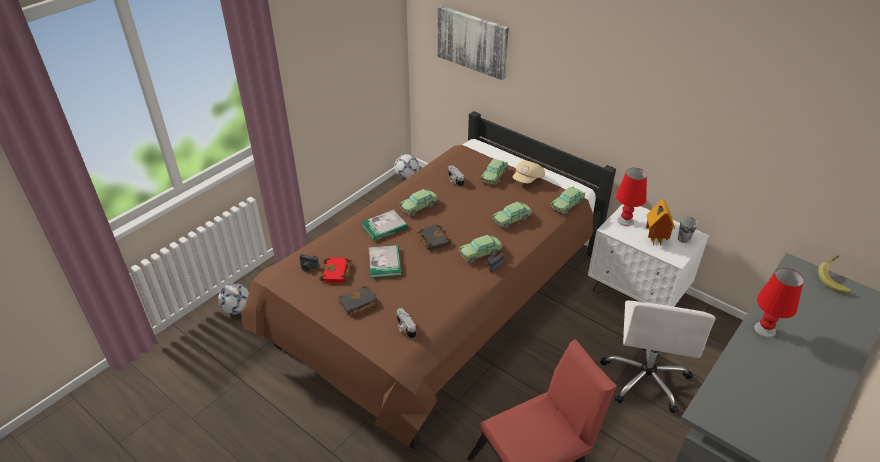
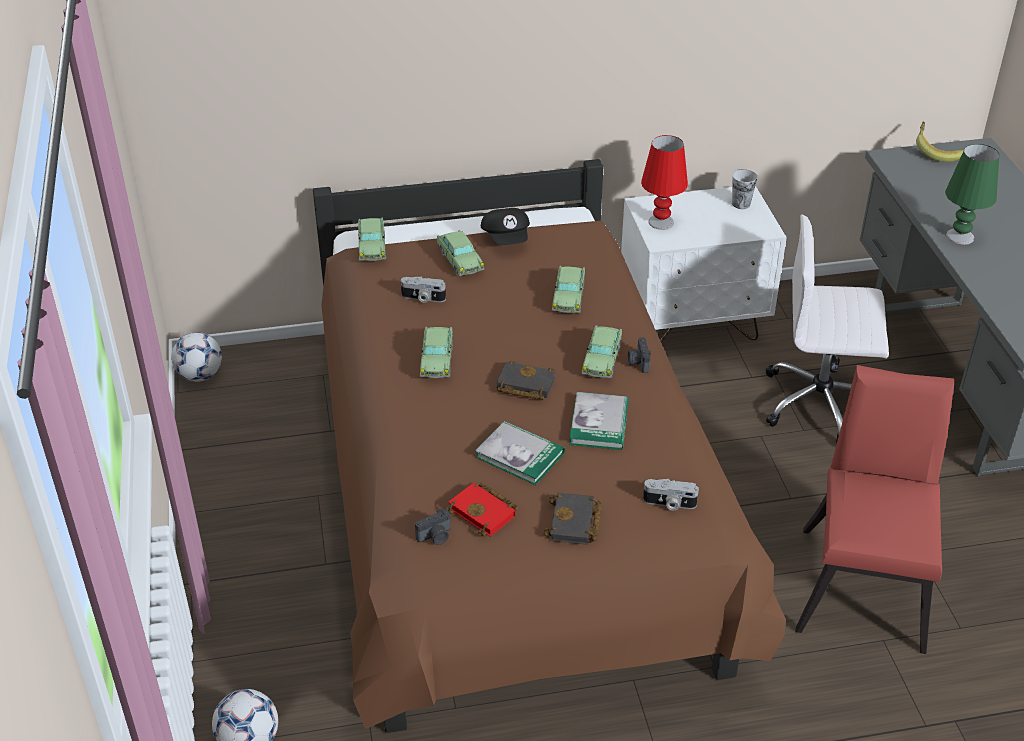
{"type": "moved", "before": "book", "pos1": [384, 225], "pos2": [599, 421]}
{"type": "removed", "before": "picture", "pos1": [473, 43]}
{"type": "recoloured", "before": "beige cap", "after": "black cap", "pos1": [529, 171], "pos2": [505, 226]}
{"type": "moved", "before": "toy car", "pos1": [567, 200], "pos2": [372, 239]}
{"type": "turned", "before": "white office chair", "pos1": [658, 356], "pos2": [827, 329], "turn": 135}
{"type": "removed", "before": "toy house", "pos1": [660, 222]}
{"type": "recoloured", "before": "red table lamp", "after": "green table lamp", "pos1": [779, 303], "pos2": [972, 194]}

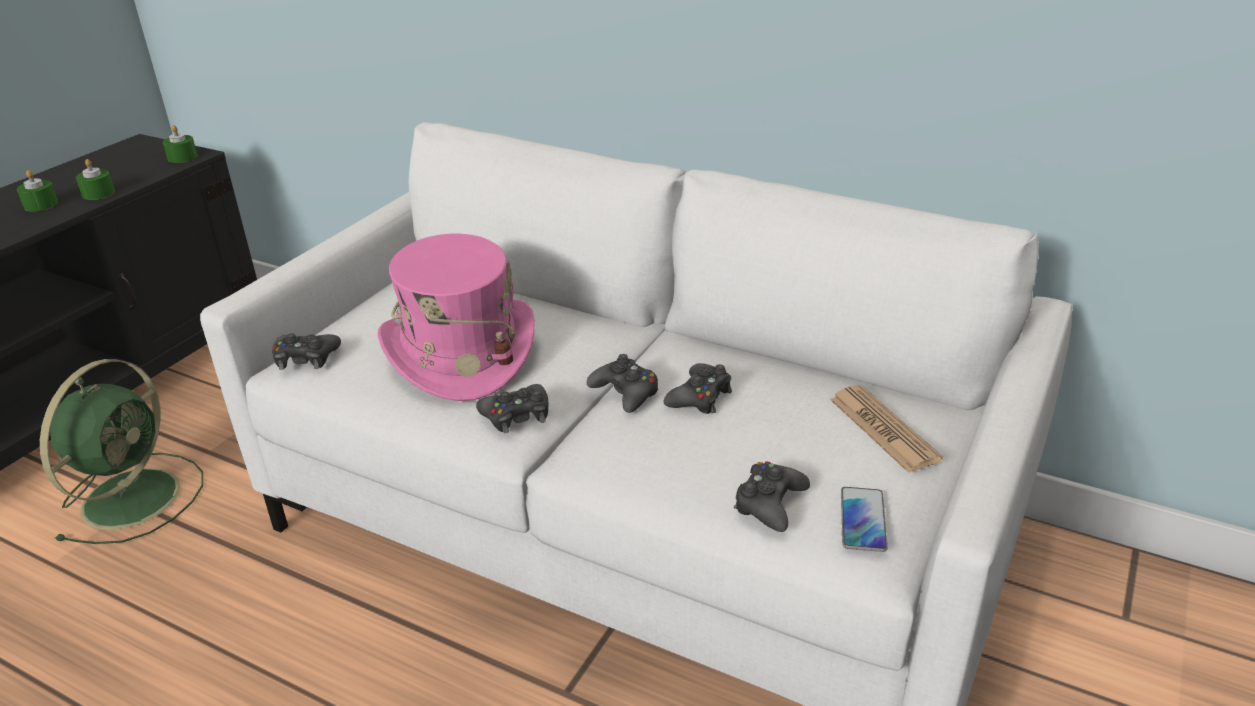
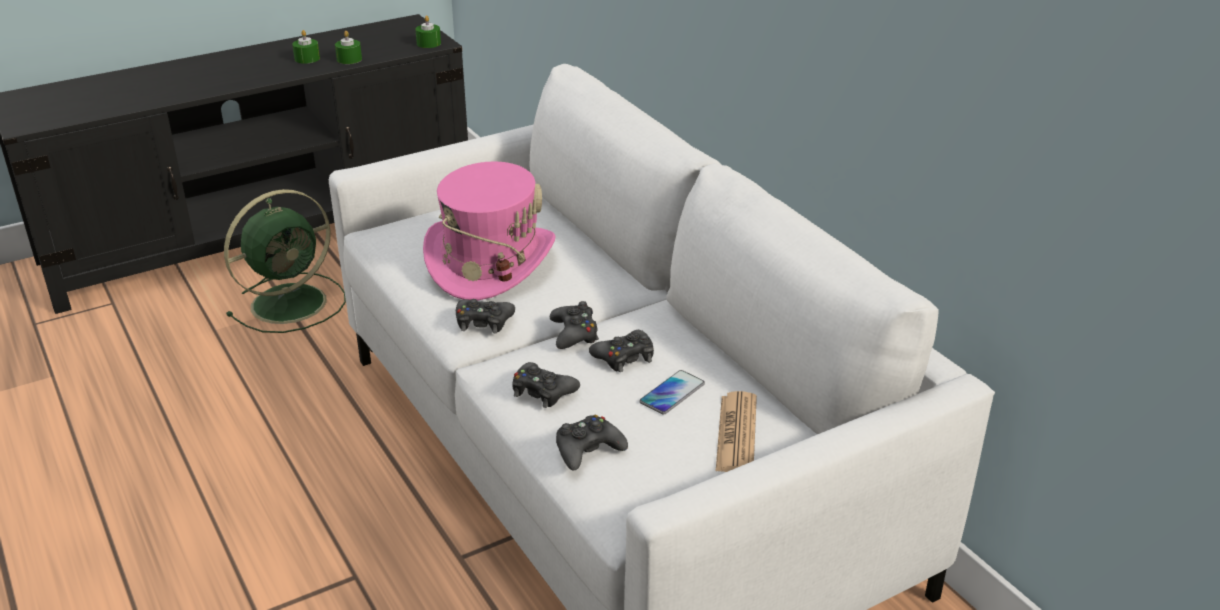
{"type": "moved", "before": "black game controller", "pos1": [306, 351], "pos2": [546, 385]}
{"type": "moved", "before": "phone", "pos1": [864, 519], "pos2": [672, 392]}

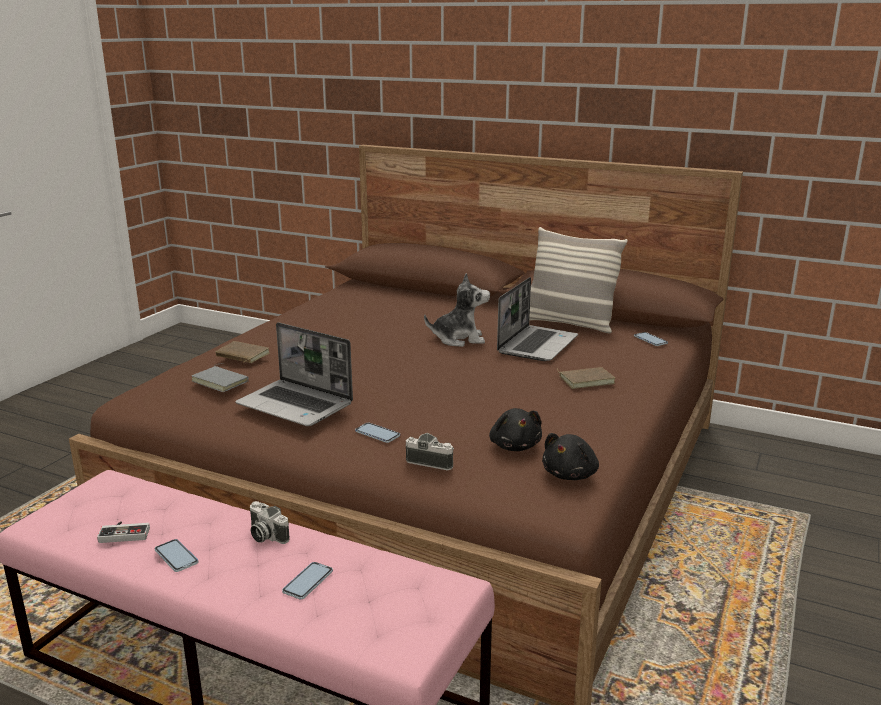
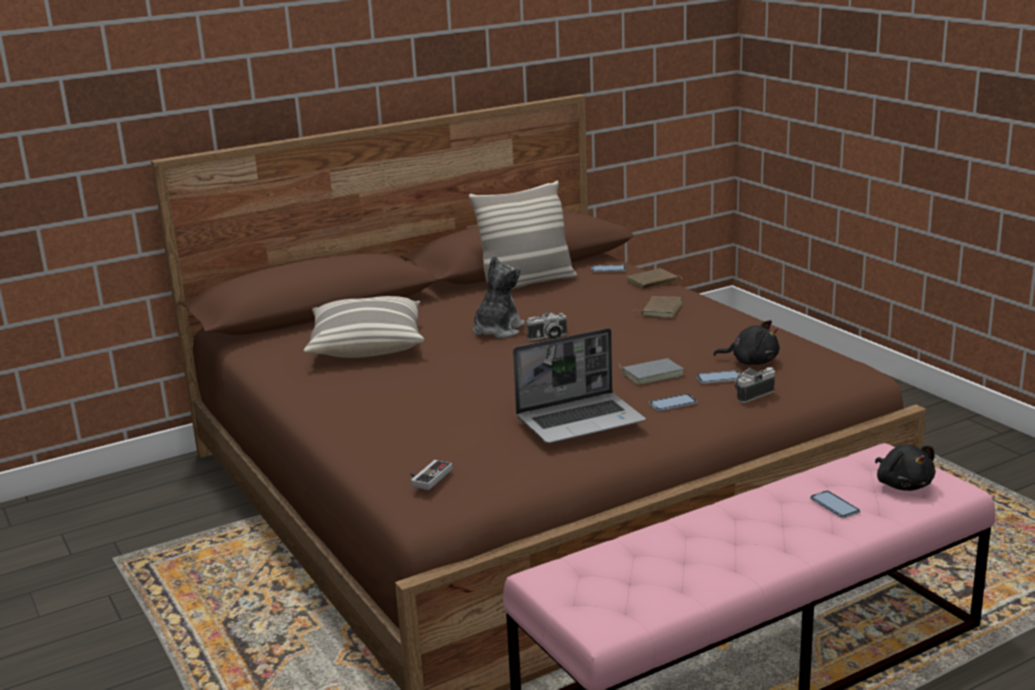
{"type": "moved", "before": "game controller", "pos1": [123, 532], "pos2": [431, 475]}
{"type": "moved", "before": "phone", "pos1": [176, 555], "pos2": [718, 377]}
{"type": "moved", "before": "grey book", "pos1": [220, 377], "pos2": [651, 371]}
{"type": "moved", "before": "brown book", "pos1": [242, 352], "pos2": [655, 278]}
{"type": "moved", "before": "photo camera", "pos1": [270, 522], "pos2": [546, 326]}
{"type": "removed", "before": "laptop", "pos1": [537, 319]}
{"type": "moved", "before": "black plush toy", "pos1": [570, 456], "pos2": [905, 468]}
{"type": "added", "after": "pillow", "pos2": [364, 327]}

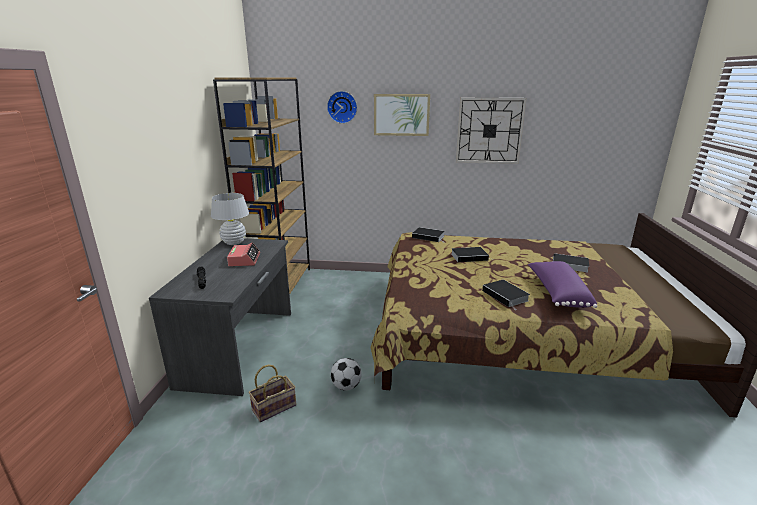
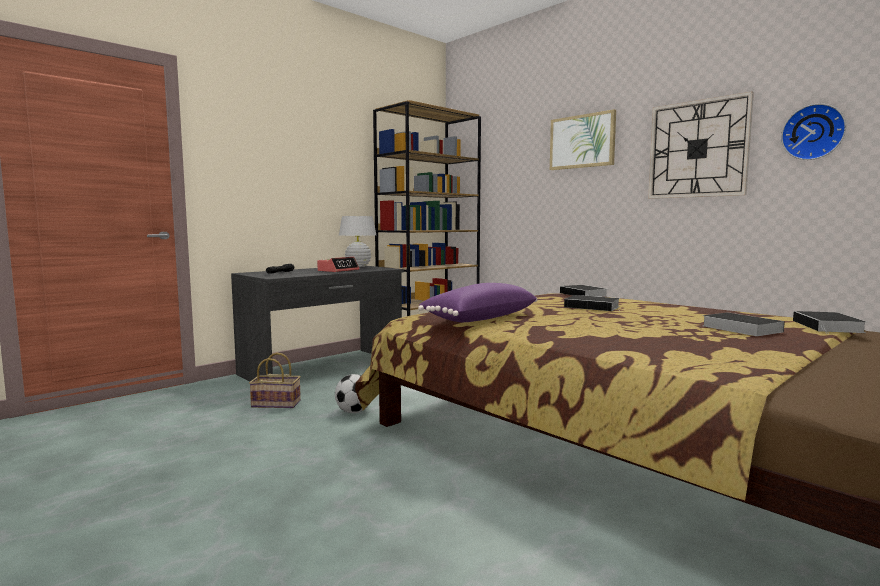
{"type": "moved", "before": "wall clock", "pos1": [342, 107], "pos2": [813, 132]}
{"type": "moved", "before": "book", "pos1": [506, 294], "pos2": [829, 322]}
{"type": "moved", "before": "purple pillow", "pos1": [562, 284], "pos2": [477, 302]}

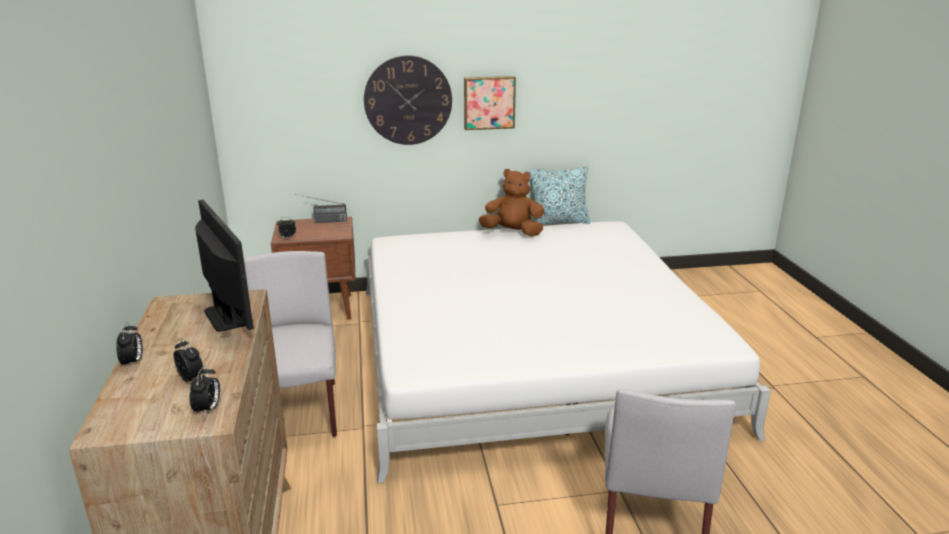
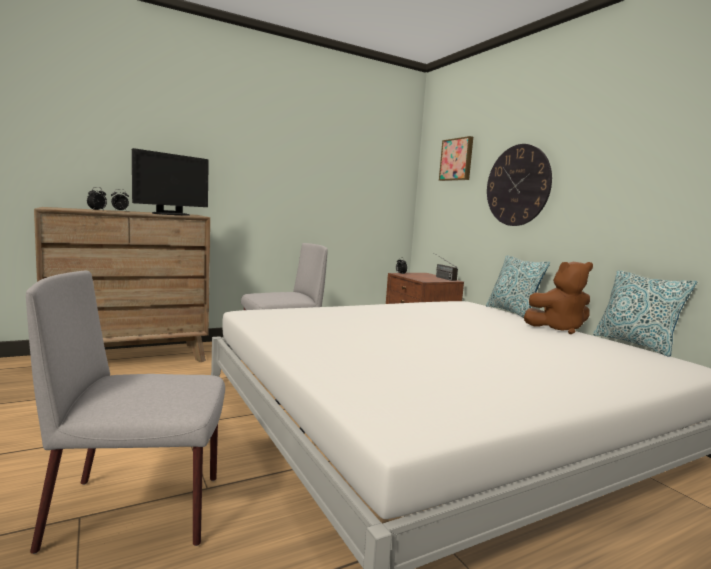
{"type": "removed", "before": "alarm clock", "pos1": [204, 391]}
{"type": "moved", "before": "picture", "pos1": [490, 103], "pos2": [456, 158]}
{"type": "turned", "before": "brown plush toy", "pos1": [511, 202], "pos2": [558, 298], "turn": 90}
{"type": "added", "after": "pillow", "pos2": [518, 286]}

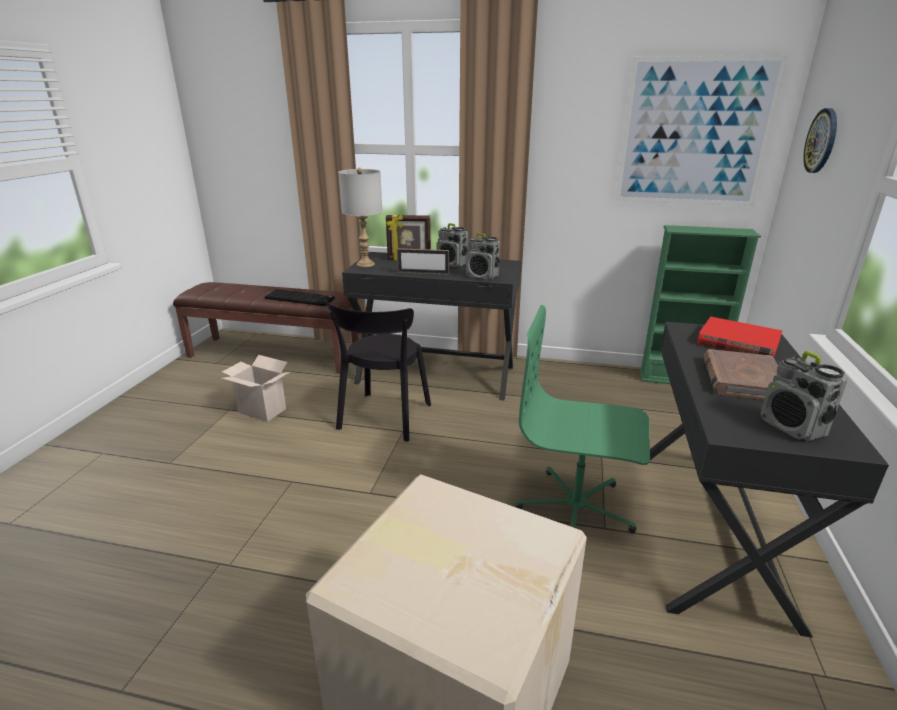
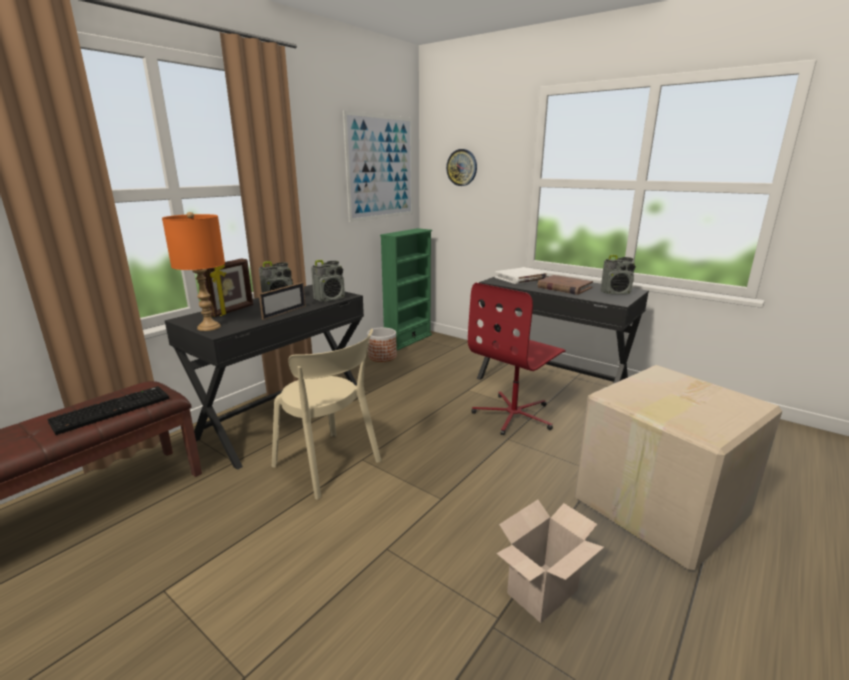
{"type": "moved", "before": "cardboard box", "pos1": [255, 388], "pos2": [550, 561]}
{"type": "recoloured", "before": "black chair", "after": "beige chair", "pos1": [377, 370], "pos2": [326, 414]}
{"type": "recoloured", "before": "grey table lamp", "after": "orange table lamp", "pos1": [360, 217], "pos2": [193, 271]}
{"type": "recoloured", "before": "green office chair", "after": "red office chair", "pos1": [583, 419], "pos2": [517, 359]}
{"type": "recoloured", "before": "red book", "after": "white book", "pos1": [739, 337], "pos2": [521, 275]}
{"type": "added", "after": "planter", "pos2": [382, 344]}

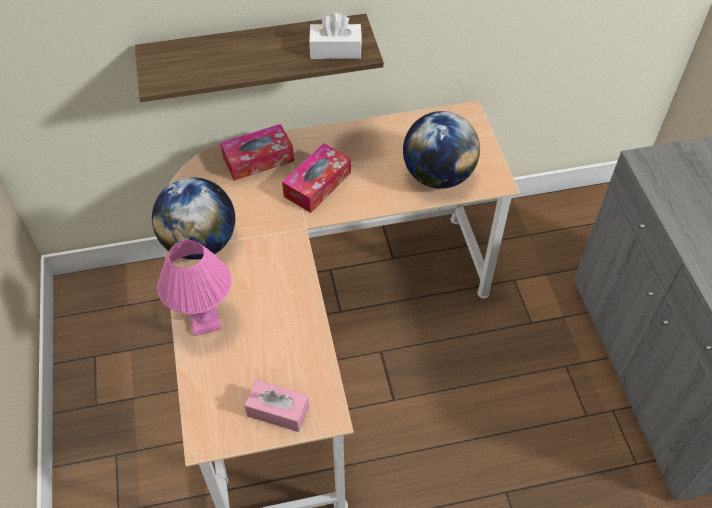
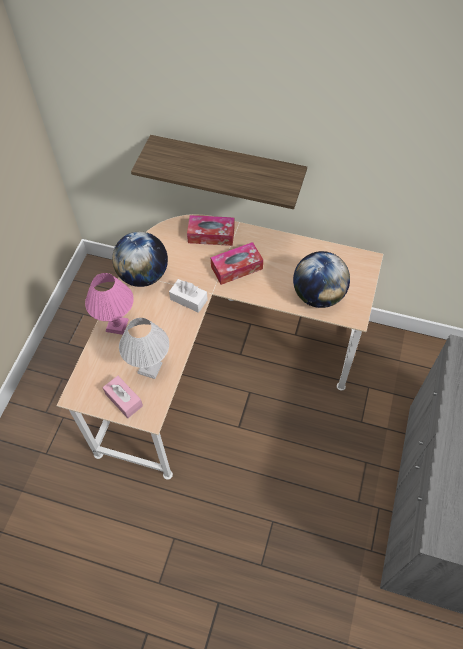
{"type": "moved", "before": "white tissue box", "pos1": [335, 36], "pos2": [188, 296]}
{"type": "added", "after": "white table lamp", "pos2": [144, 348]}

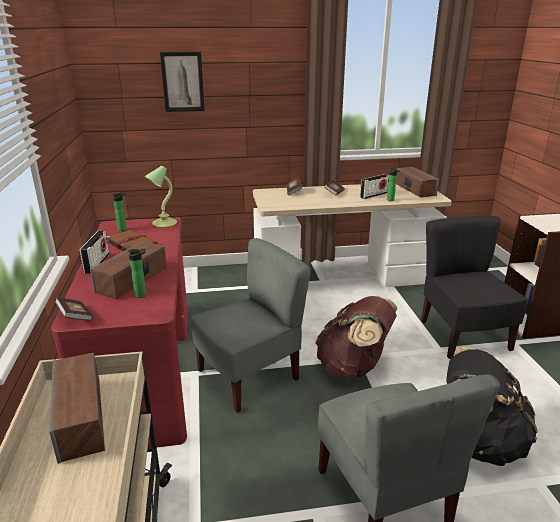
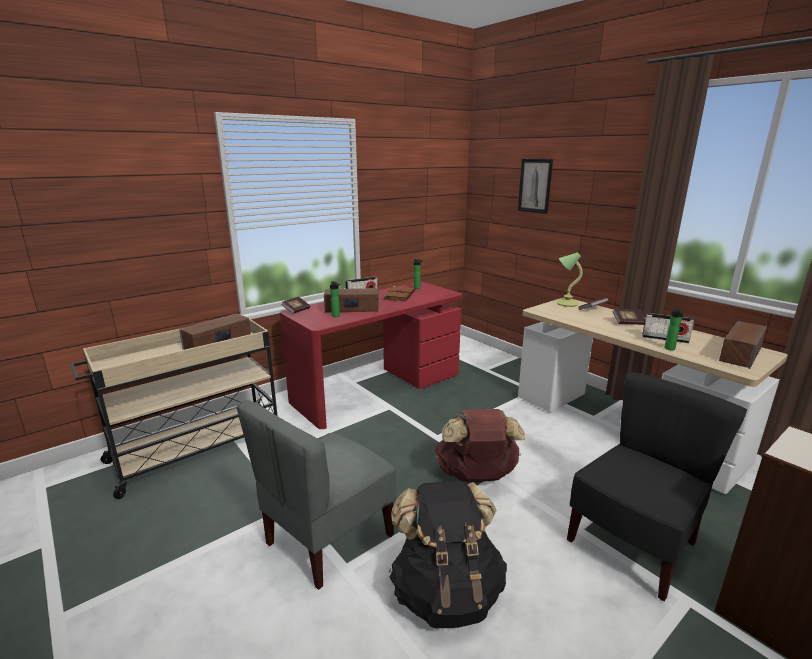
{"type": "moved", "before": "table lamp", "pos1": [160, 197], "pos2": [569, 280]}
{"type": "removed", "before": "grey chair", "pos1": [251, 325]}

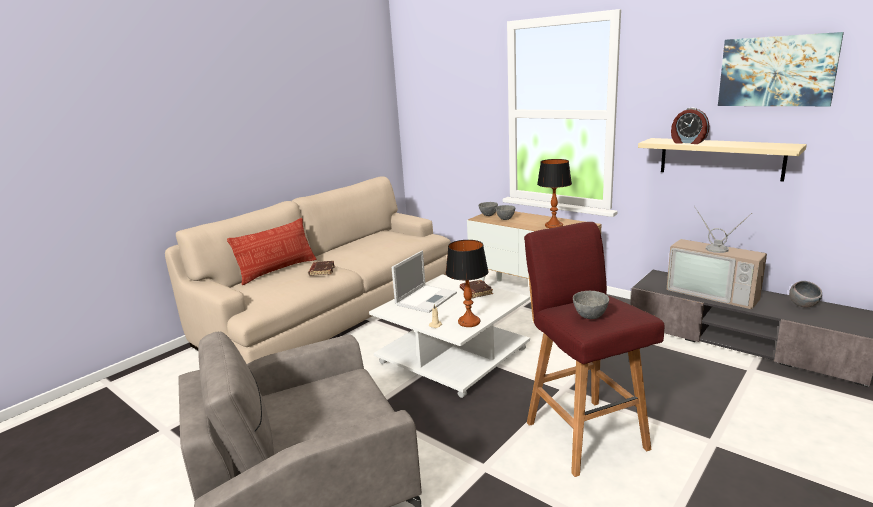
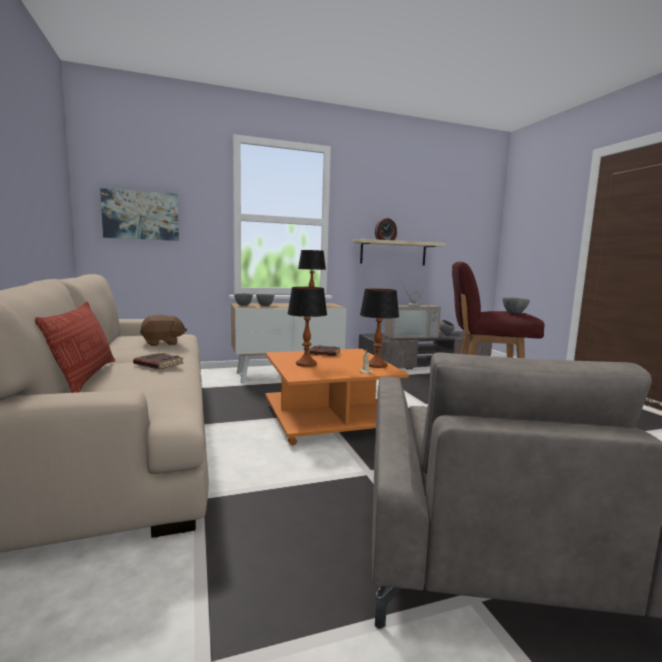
{"type": "recoloured", "before": "white coffee table", "after": "orange coffee table", "pos1": [449, 336], "pos2": [337, 397]}
{"type": "replaced", "before": "laptop", "after": "table lamp", "pos1": [424, 282], "pos2": [307, 327]}
{"type": "moved", "before": "picture", "pos1": [781, 69], "pos2": [139, 214]}
{"type": "added", "after": "brown plush toy", "pos2": [163, 330]}

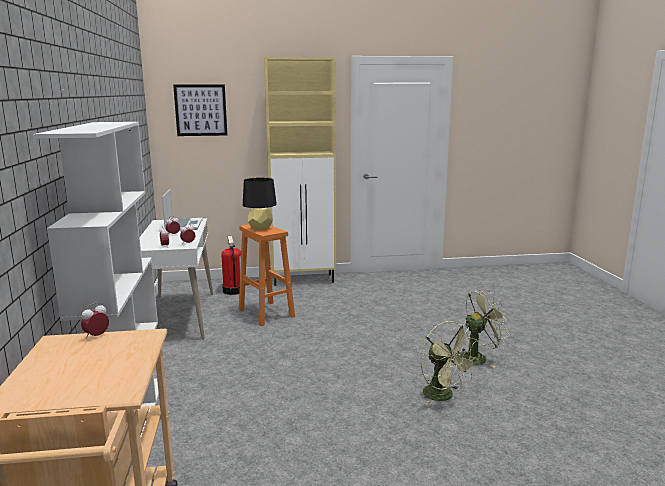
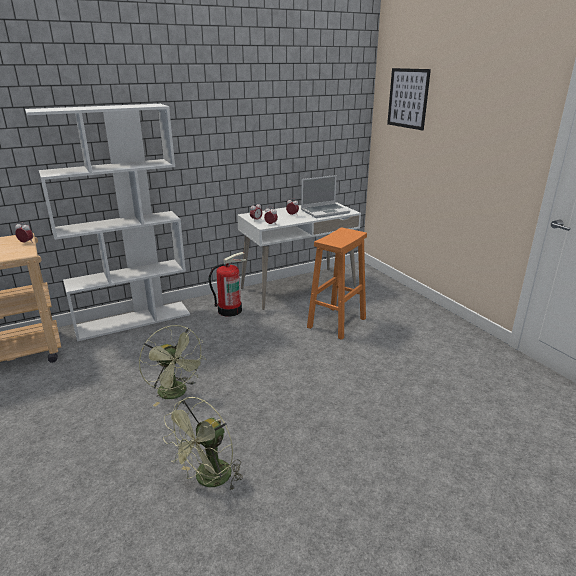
{"type": "moved", "before": "fire extinguisher", "pos1": [231, 265], "pos2": [227, 284]}
{"type": "removed", "before": "black table lamp", "pos1": [260, 203]}
{"type": "removed", "before": "beige cabinet", "pos1": [300, 171]}
{"type": "moved", "before": "green fan", "pos1": [481, 329], "pos2": [172, 366]}

